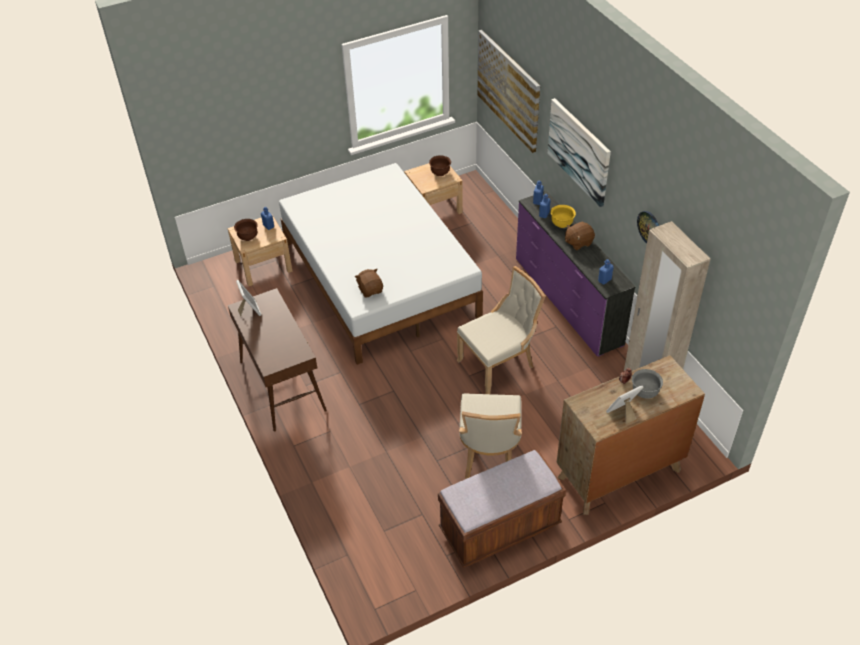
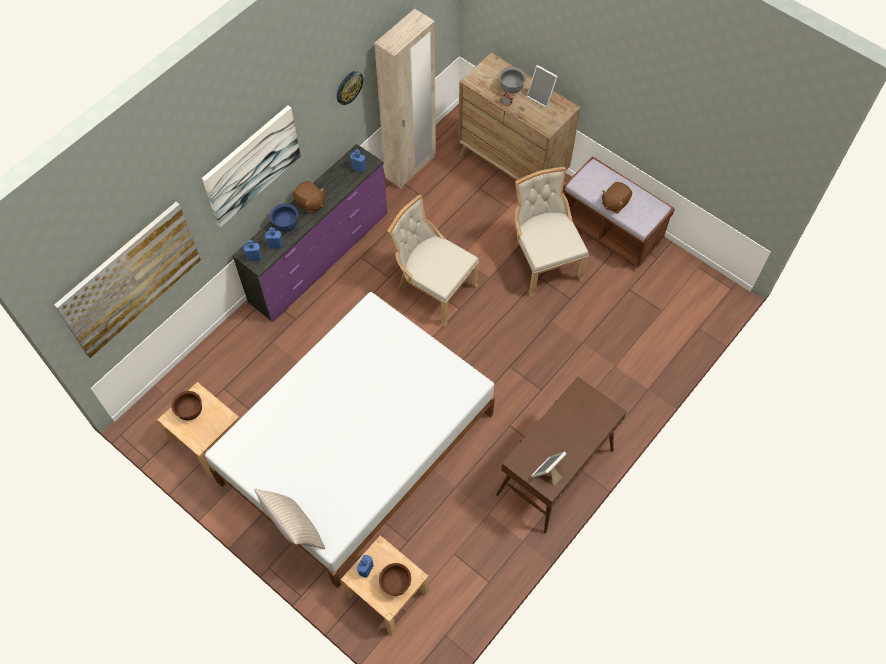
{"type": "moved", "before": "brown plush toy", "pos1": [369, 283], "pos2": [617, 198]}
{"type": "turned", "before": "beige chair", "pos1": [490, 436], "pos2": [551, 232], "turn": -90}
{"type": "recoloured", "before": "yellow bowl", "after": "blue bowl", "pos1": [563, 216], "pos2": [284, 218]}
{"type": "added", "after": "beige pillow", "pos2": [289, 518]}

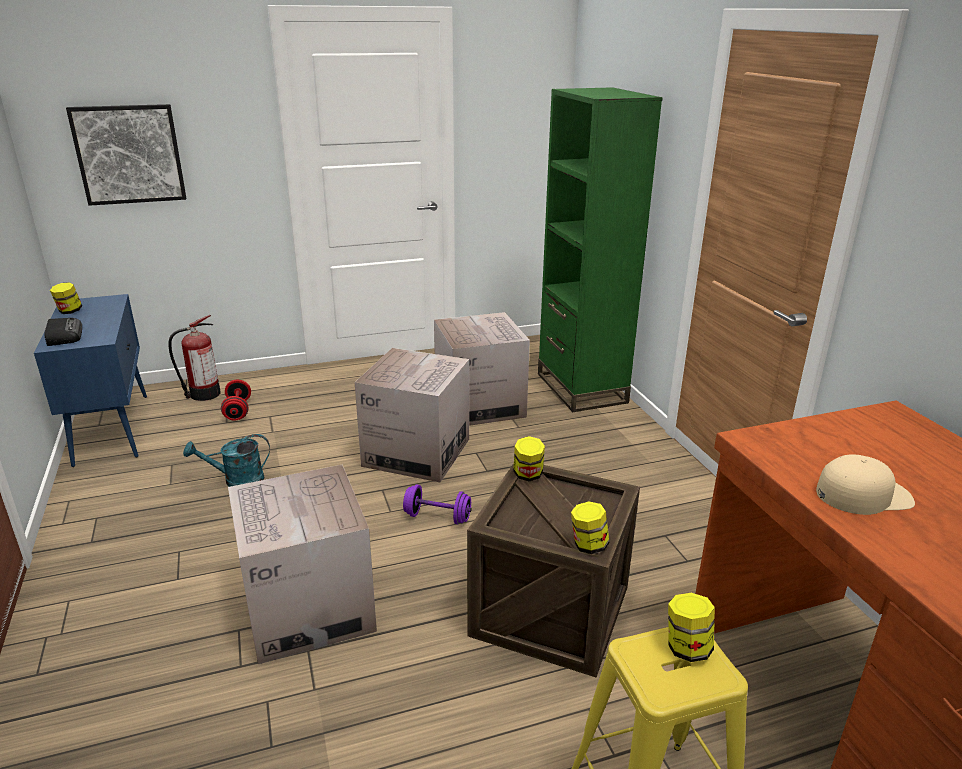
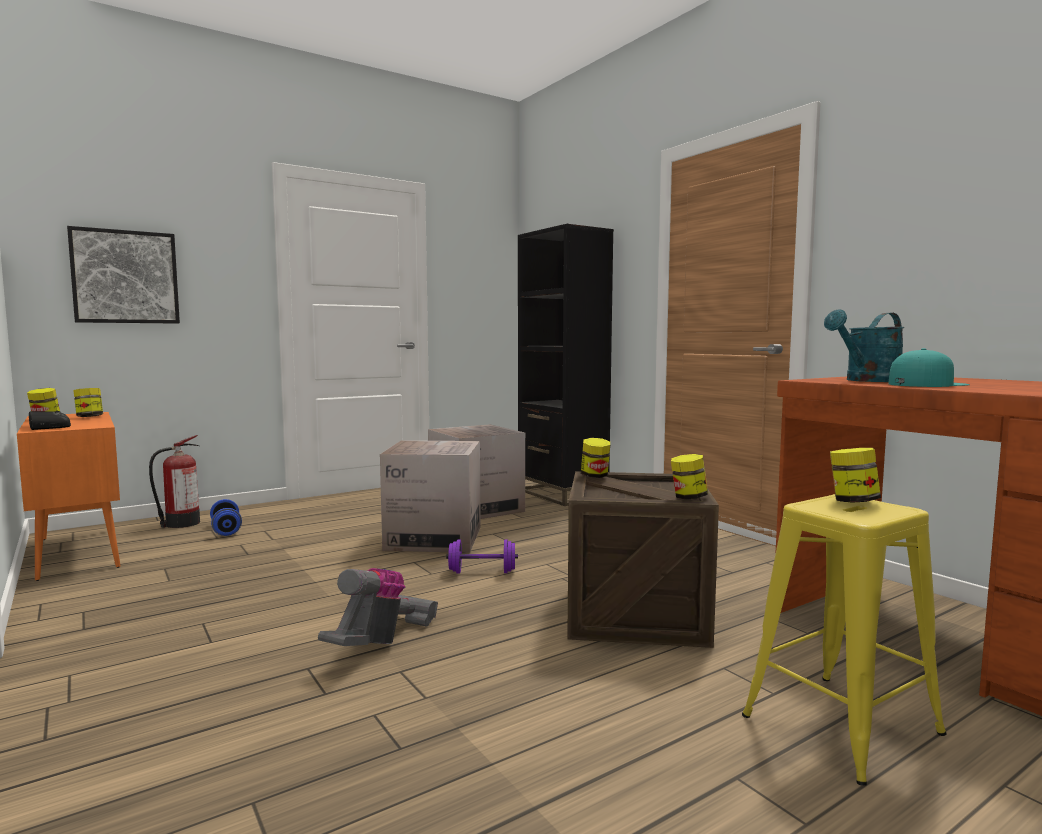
{"type": "recoloured", "before": "blue cabinet", "after": "orange cabinet", "pos1": [90, 380], "pos2": [69, 496]}
{"type": "moved", "before": "turquoise watering can", "pos1": [226, 460], "pos2": [864, 345]}
{"type": "recoloured", "before": "red dumbbell", "after": "blue dumbbell", "pos1": [236, 400], "pos2": [226, 517]}
{"type": "replaced", "before": "cardboard box", "after": "vacuum cleaner", "pos1": [302, 564], "pos2": [378, 607]}
{"type": "recoloured", "before": "green bookcase", "after": "black bookcase", "pos1": [600, 249], "pos2": [566, 365]}
{"type": "recoloured", "before": "beige cap", "after": "turquoise cap", "pos1": [865, 484], "pos2": [929, 367]}
{"type": "added", "after": "jar", "pos2": [88, 402]}

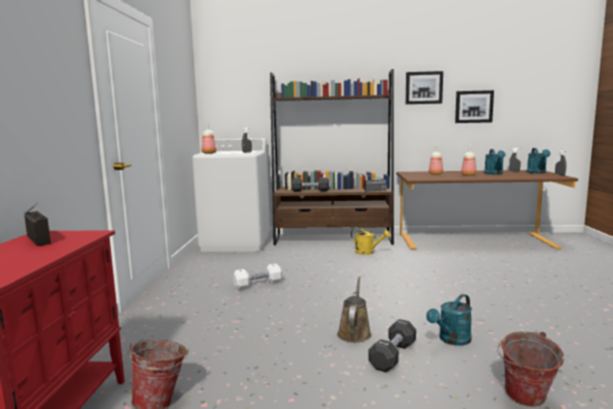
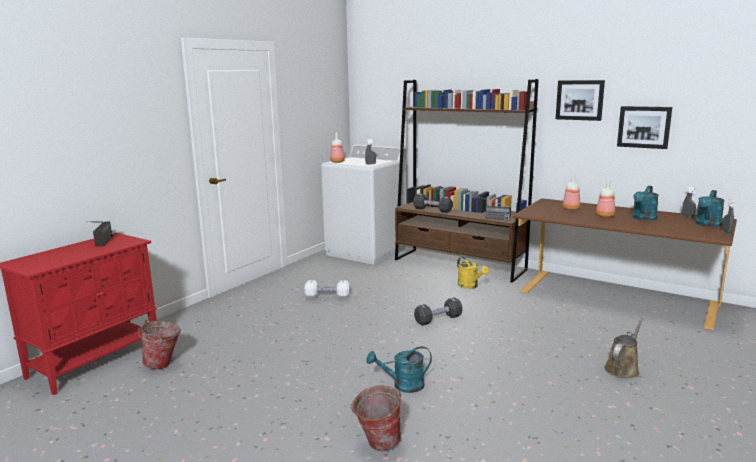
{"type": "moved", "before": "brown watering can", "pos1": [354, 309], "pos2": [624, 348]}
{"type": "moved", "before": "black dumbbell", "pos1": [392, 345], "pos2": [438, 311]}

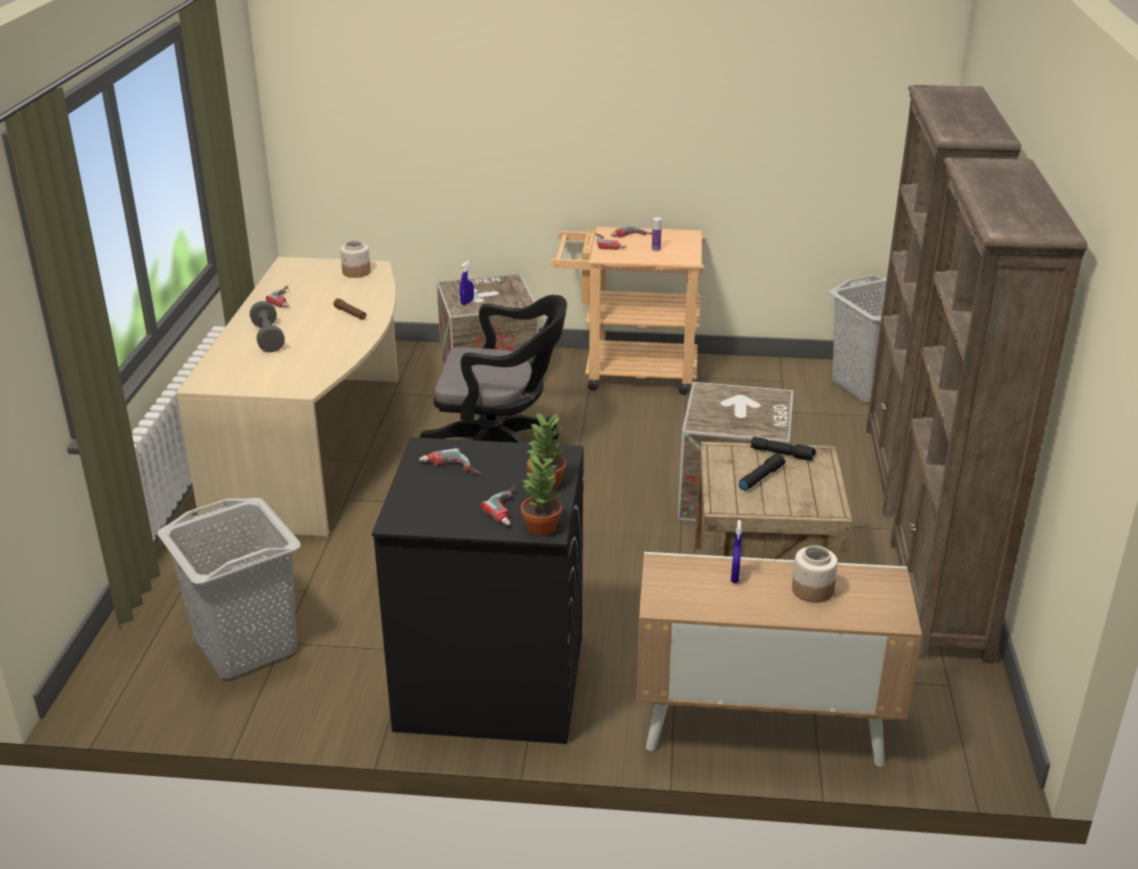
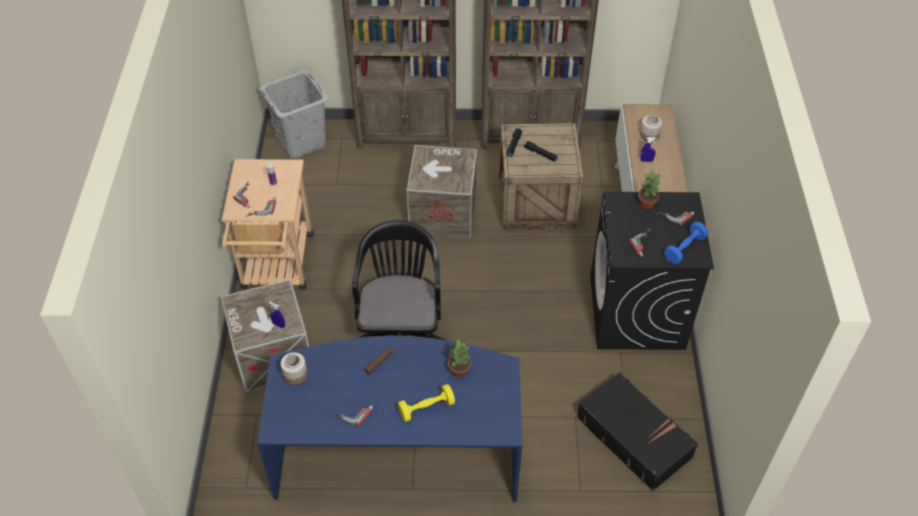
{"type": "replaced", "before": "grey laundry basket", "after": "black suitcase", "pos1": [229, 588], "pos2": [637, 431]}
{"type": "recoloured", "before": "beige desk", "after": "blue desk", "pos1": [287, 396], "pos2": [389, 419]}
{"type": "recoloured", "before": "grey dumbbell", "after": "yellow dumbbell", "pos1": [267, 326], "pos2": [426, 403]}
{"type": "moved", "before": "potted plant", "pos1": [541, 494], "pos2": [459, 357]}
{"type": "added", "after": "blue dumbbell", "pos2": [686, 243]}

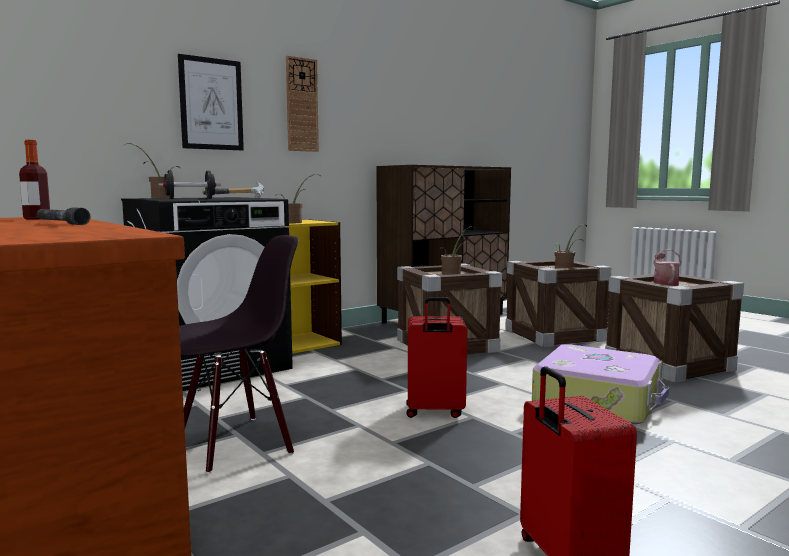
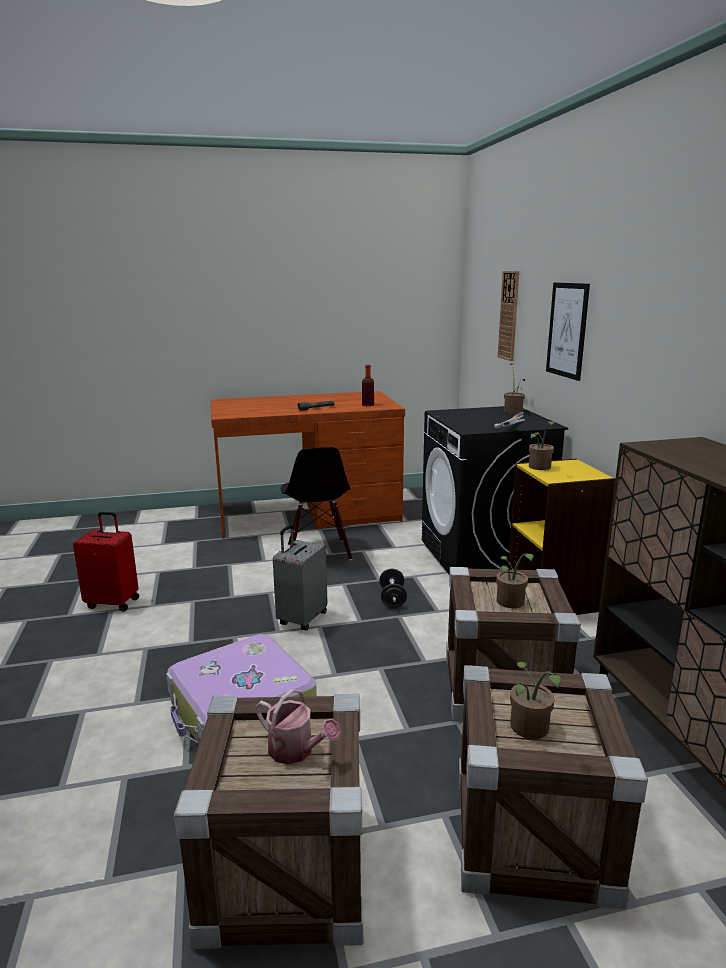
{"type": "moved", "before": "black dumbbell", "pos1": [189, 184], "pos2": [393, 588]}
{"type": "moved", "before": "wall clock", "pos1": [302, 104], "pos2": [508, 316]}
{"type": "recoloured", "before": "red suitcase", "after": "grey suitcase", "pos1": [436, 357], "pos2": [300, 577]}

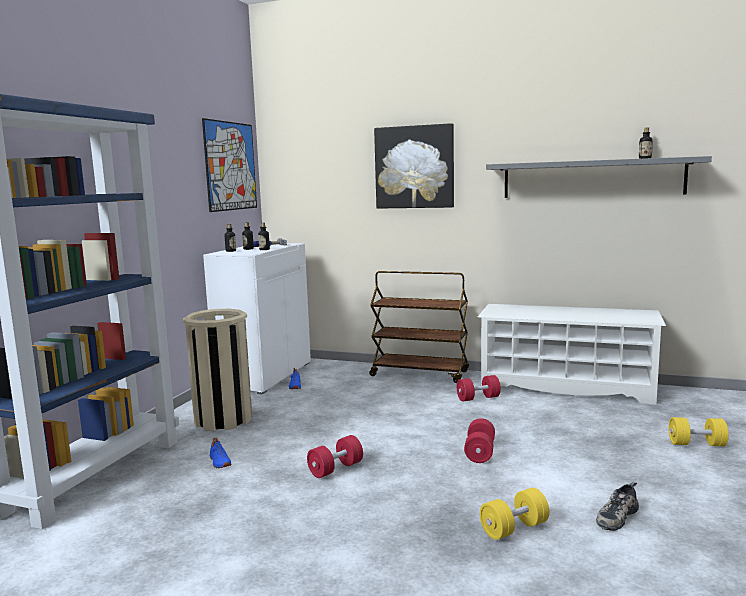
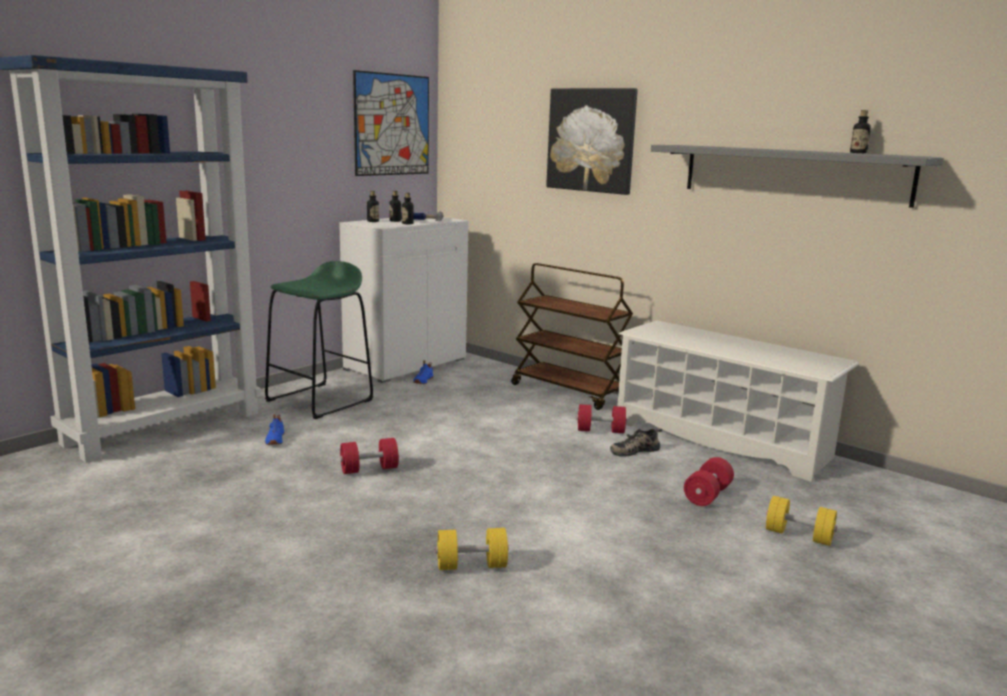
{"type": "replaced", "before": "beige trash can", "after": "green stool", "pos1": [217, 370], "pos2": [319, 340]}
{"type": "moved", "before": "red dumbbell", "pos1": [479, 440], "pos2": [709, 481]}
{"type": "moved", "before": "shoe", "pos1": [617, 506], "pos2": [636, 443]}

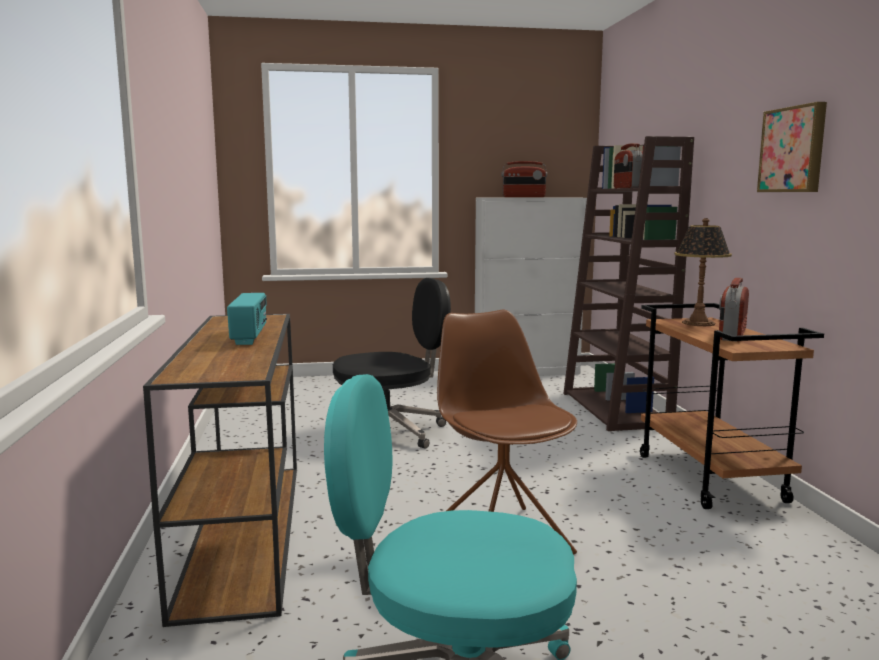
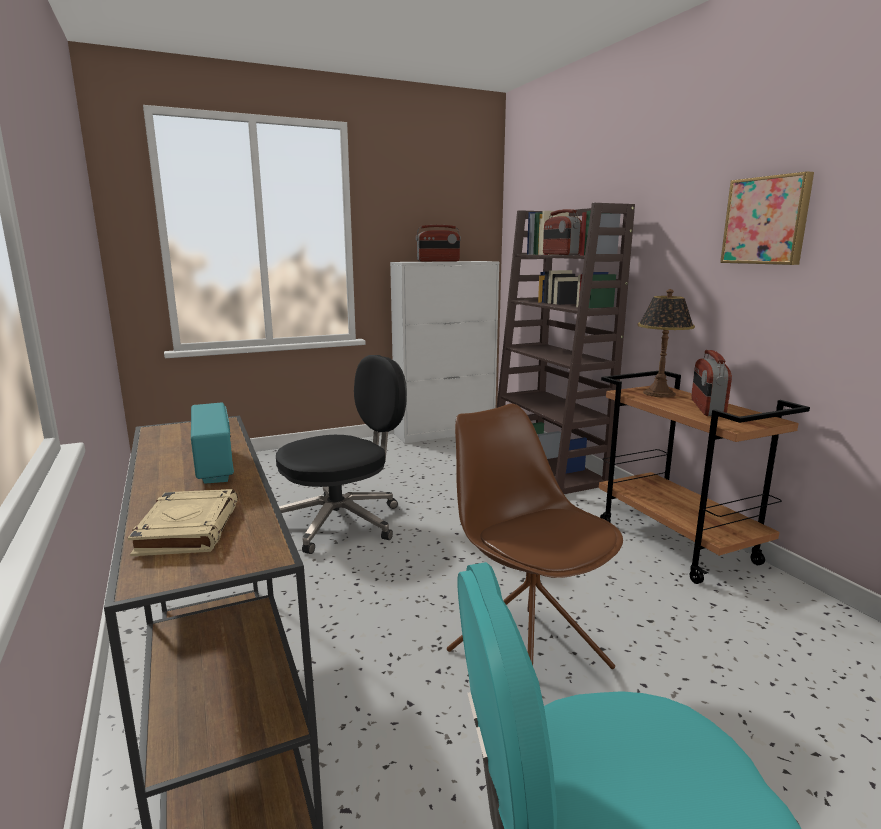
{"type": "added", "after": "beige book", "pos2": [183, 522]}

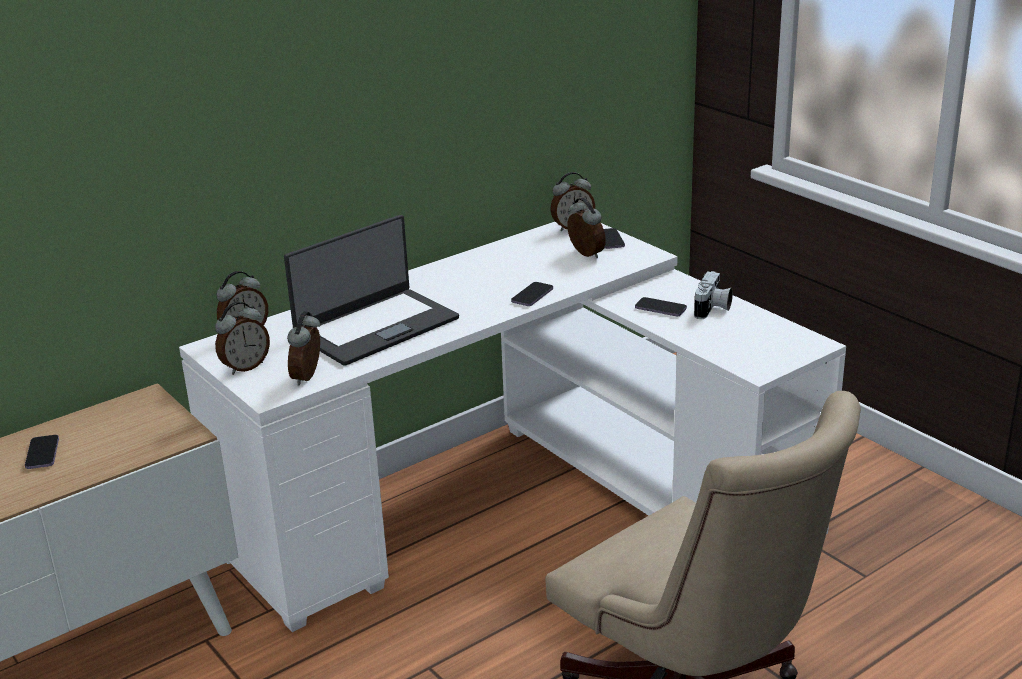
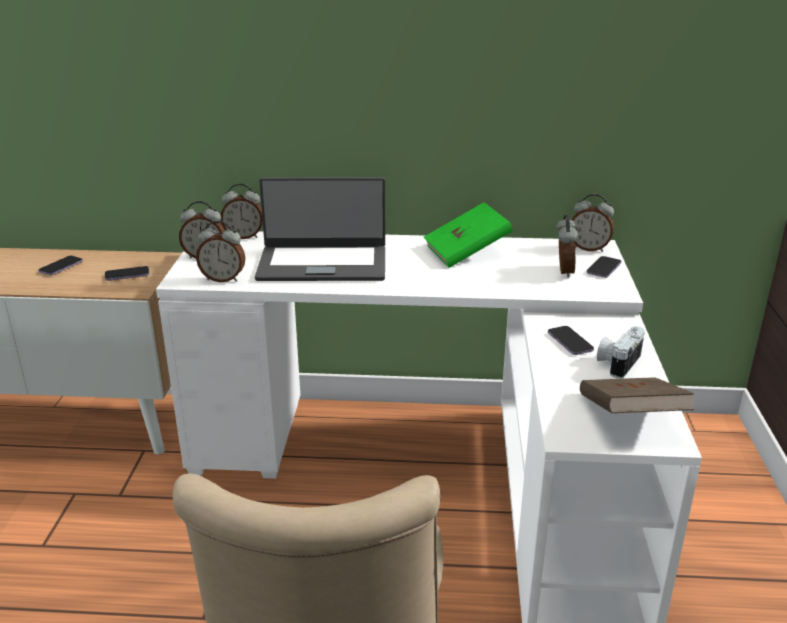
{"type": "turned", "before": "alarm clock", "pos1": [303, 348], "pos2": [220, 251], "turn": -135}
{"type": "moved", "before": "phone", "pos1": [532, 294], "pos2": [127, 273]}
{"type": "turned", "before": "photo camera", "pos1": [713, 295], "pos2": [621, 352], "turn": 150}
{"type": "added", "after": "green book", "pos2": [468, 235]}
{"type": "added", "after": "brown book", "pos2": [637, 395]}

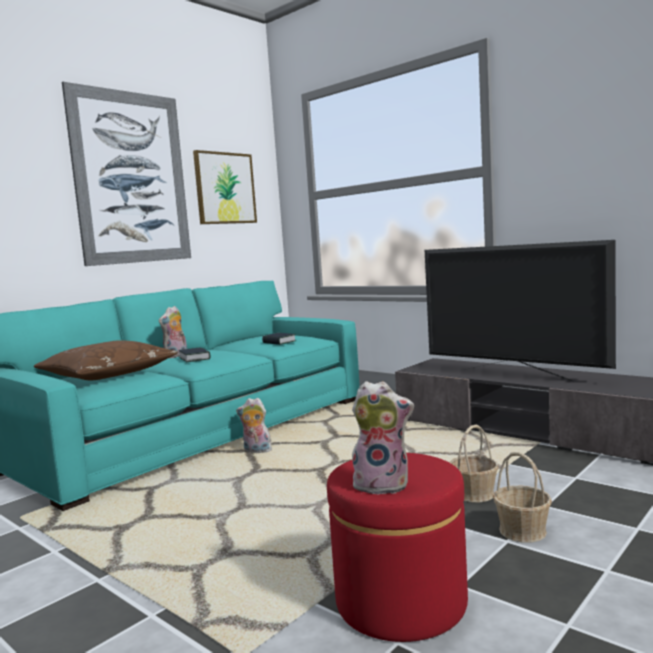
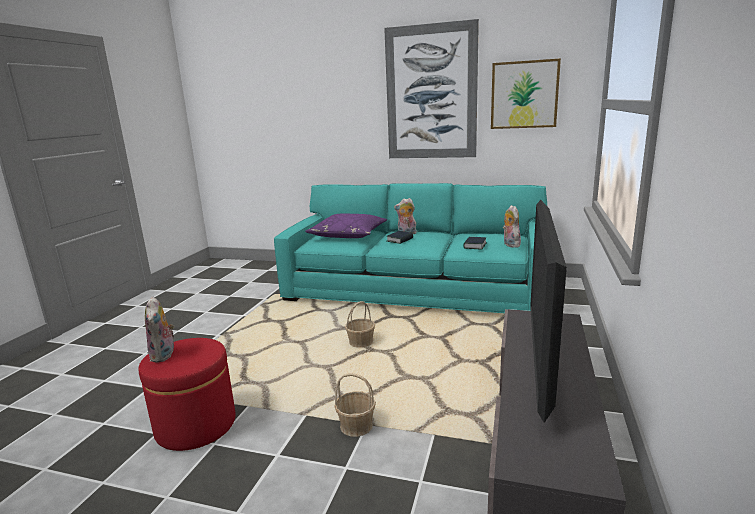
{"type": "recoloured", "before": "brown pillow", "after": "purple pillow", "pos1": [106, 360], "pos2": [346, 226]}
{"type": "moved", "before": "plush toy", "pos1": [254, 425], "pos2": [512, 226]}
{"type": "moved", "before": "basket", "pos1": [522, 497], "pos2": [360, 324]}

